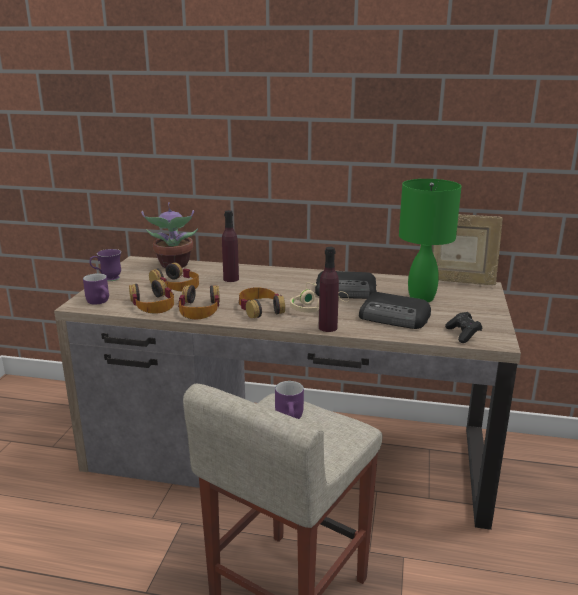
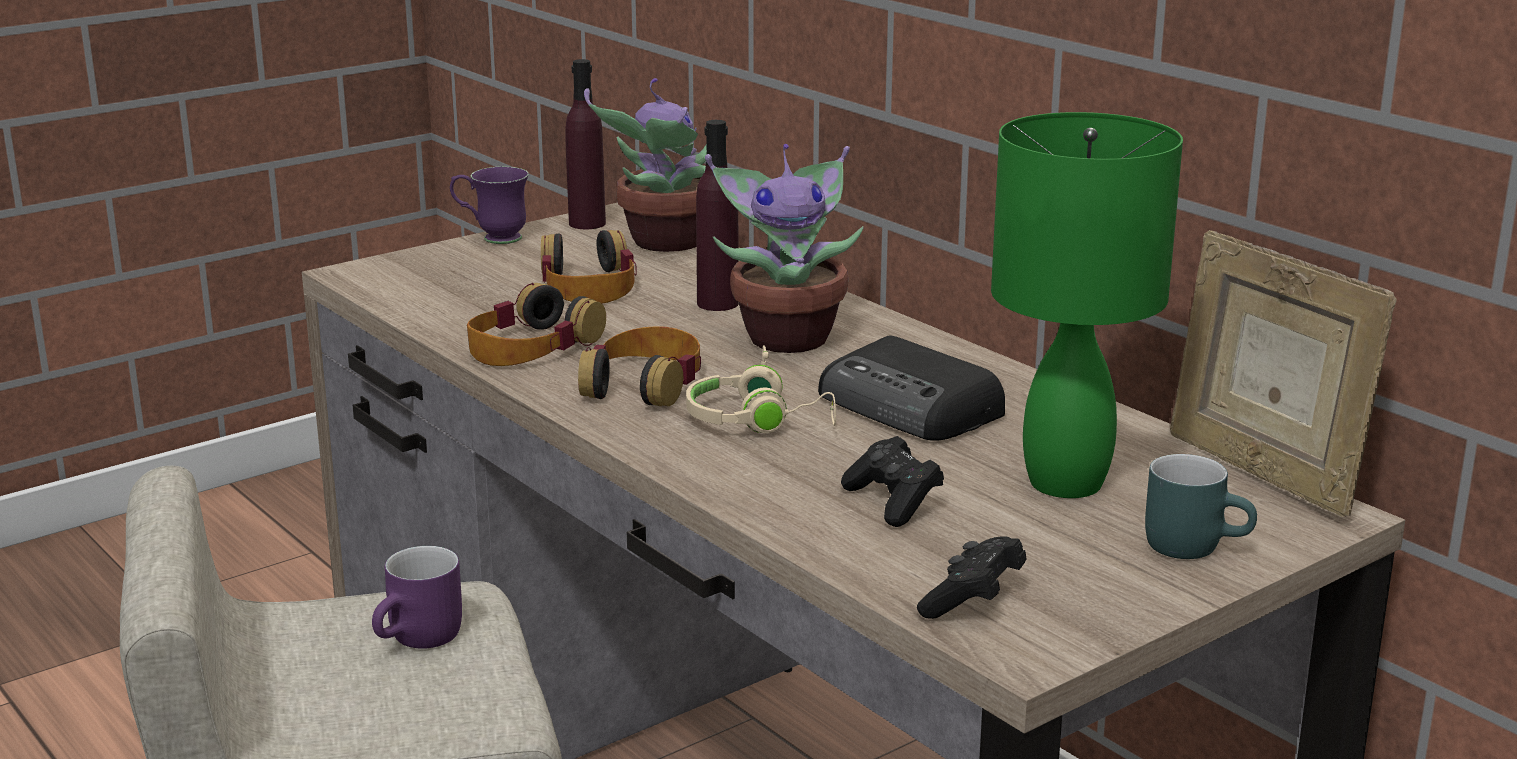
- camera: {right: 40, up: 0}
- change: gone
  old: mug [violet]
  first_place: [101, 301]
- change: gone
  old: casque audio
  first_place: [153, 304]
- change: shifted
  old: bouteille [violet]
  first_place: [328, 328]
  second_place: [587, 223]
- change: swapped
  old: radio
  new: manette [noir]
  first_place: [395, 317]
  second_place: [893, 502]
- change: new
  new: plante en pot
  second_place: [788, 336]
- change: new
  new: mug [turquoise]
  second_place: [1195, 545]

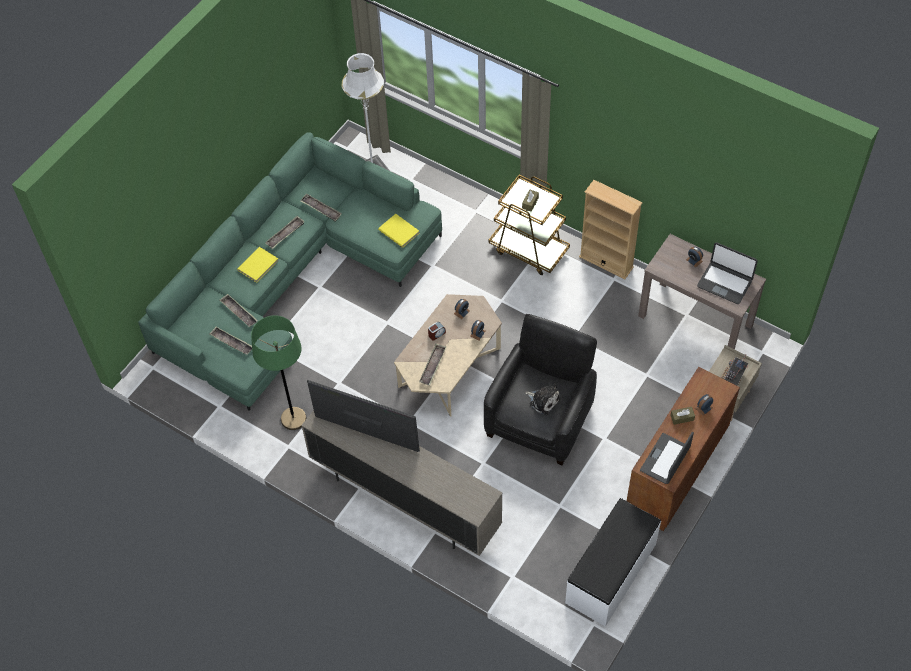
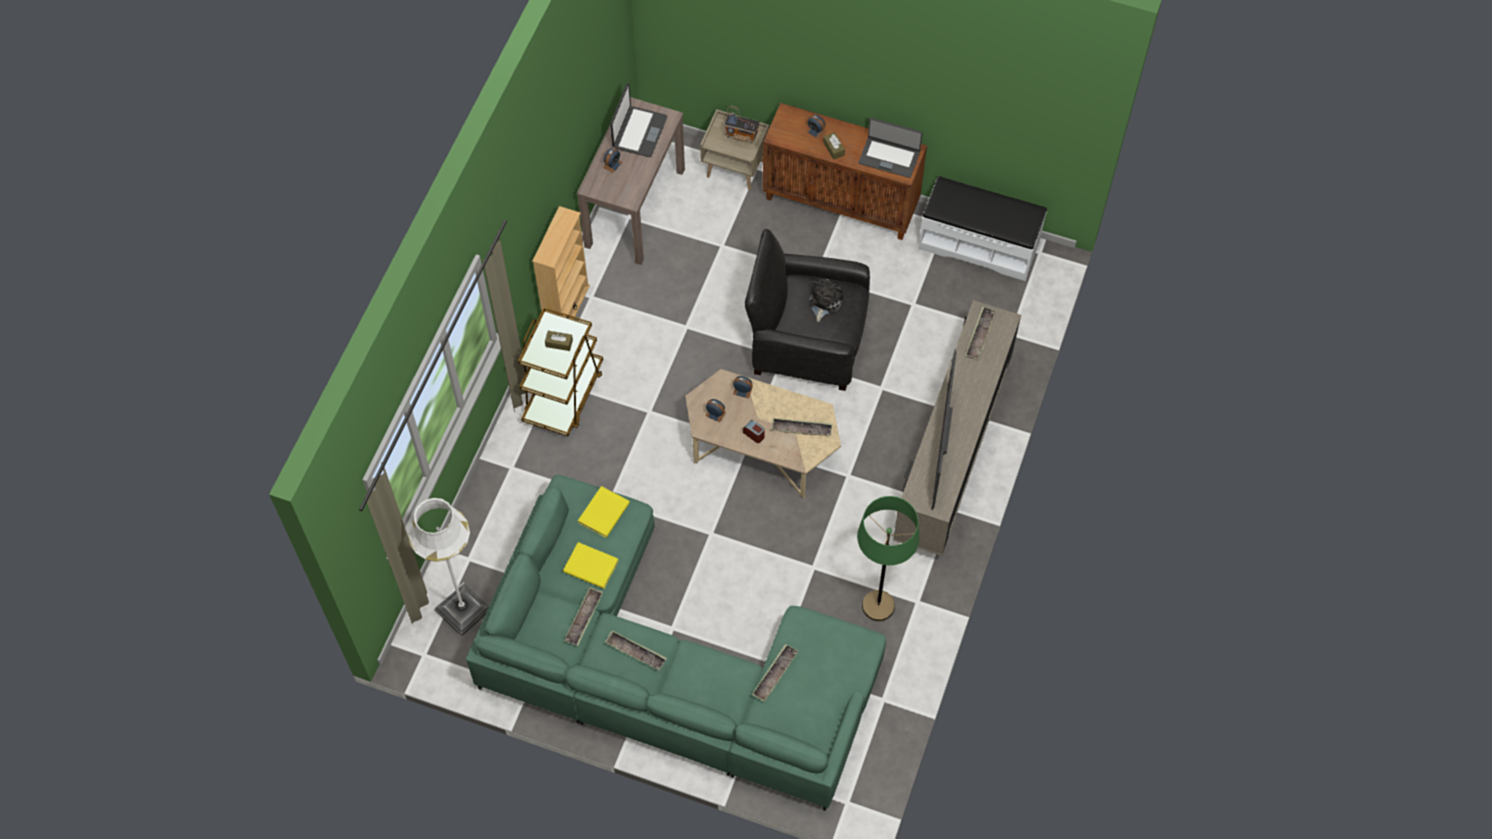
- camera: {right: -105, up: 5}
- change: shifted
  old: plateau
  first_place: [231, 342]
  second_place: [980, 335]
- change: shifted
  old: livre [jaune]
  first_place: [258, 266]
  second_place: [591, 565]

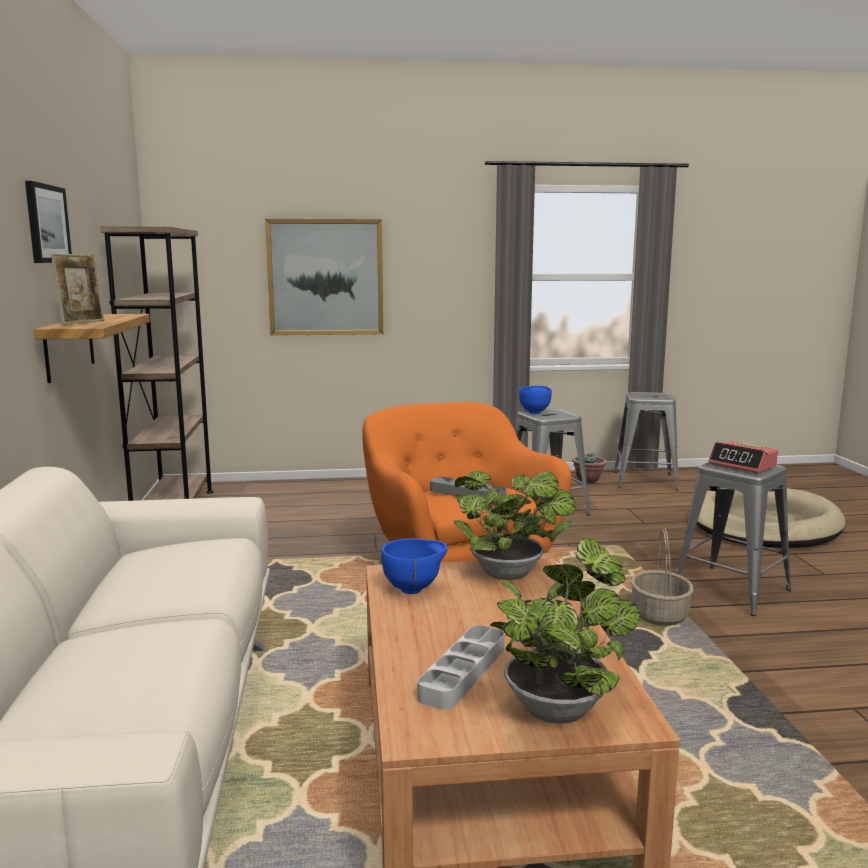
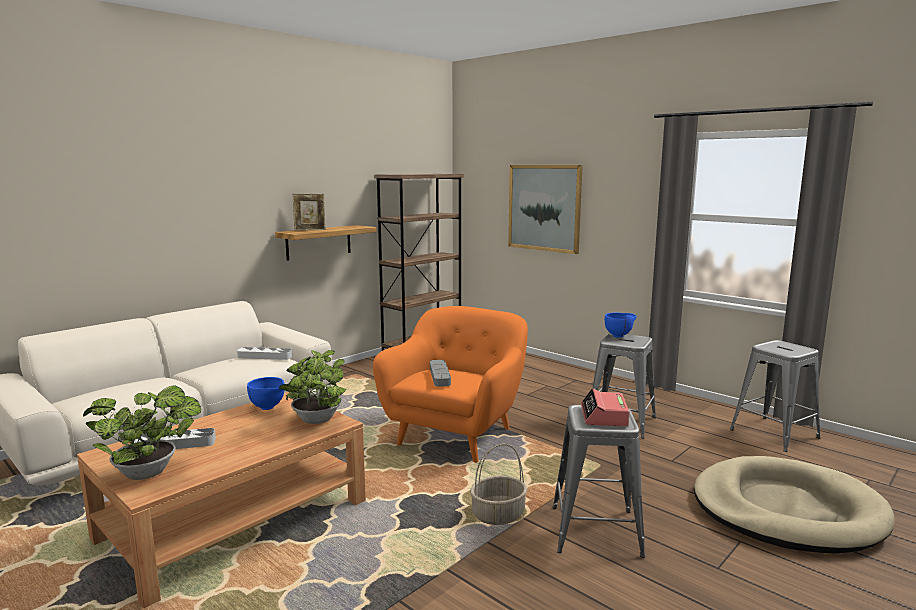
- camera: {right: 50, up: 0}
- change: gone
  old: tableau
  first_place: [47, 224]
- change: gone
  old: plante en pot
  first_place: [588, 480]
- change: new
  new: plateau [gris]
  second_place: [265, 356]

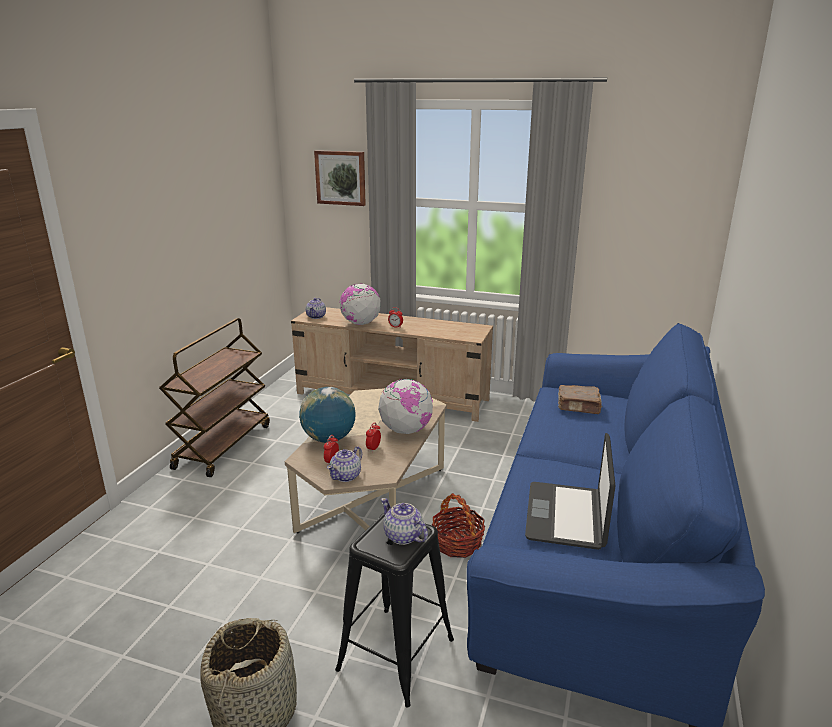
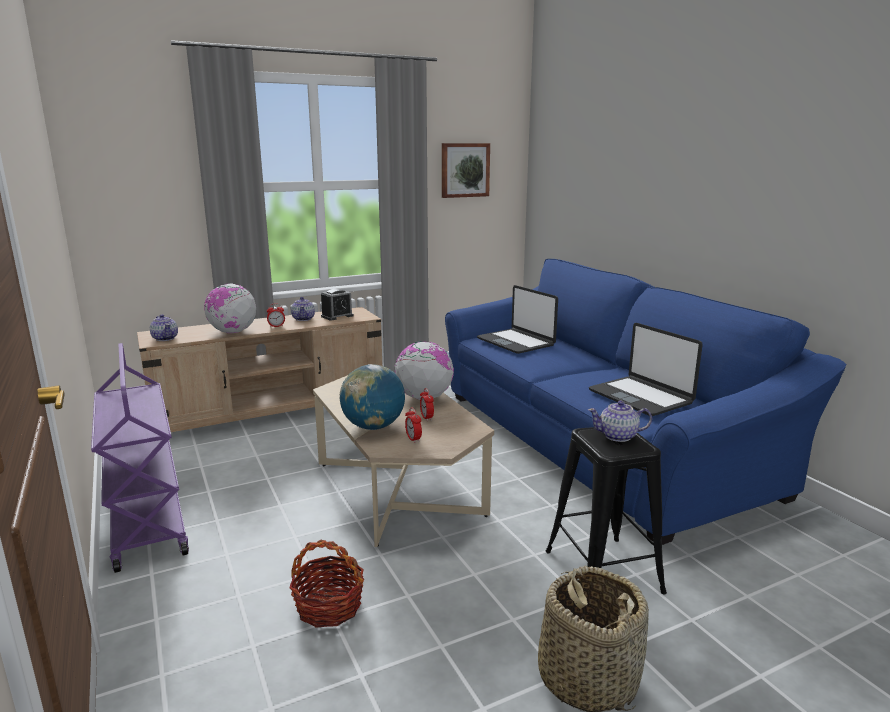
- camera: {right: -45, up: -5}
- change: repainted
  old: chariot [marron]
  new: chariot [violet]
  first_place: [223, 446]
  second_place: [146, 522]
- change: shifted
  old: tableau
  first_place: [341, 177]
  second_place: [464, 170]
- change: shifted
  old: théière
  first_place: [346, 476]
  second_place: [303, 319]
- change: shifted
  old: panier
  first_place: [457, 543]
  second_place: [328, 606]
- change: swapped
  old: livre [marron]
  new: ordinateur portable
  first_place: [579, 407]
  second_place: [516, 342]
- change: new
  new: réveil
  second_place: [337, 316]

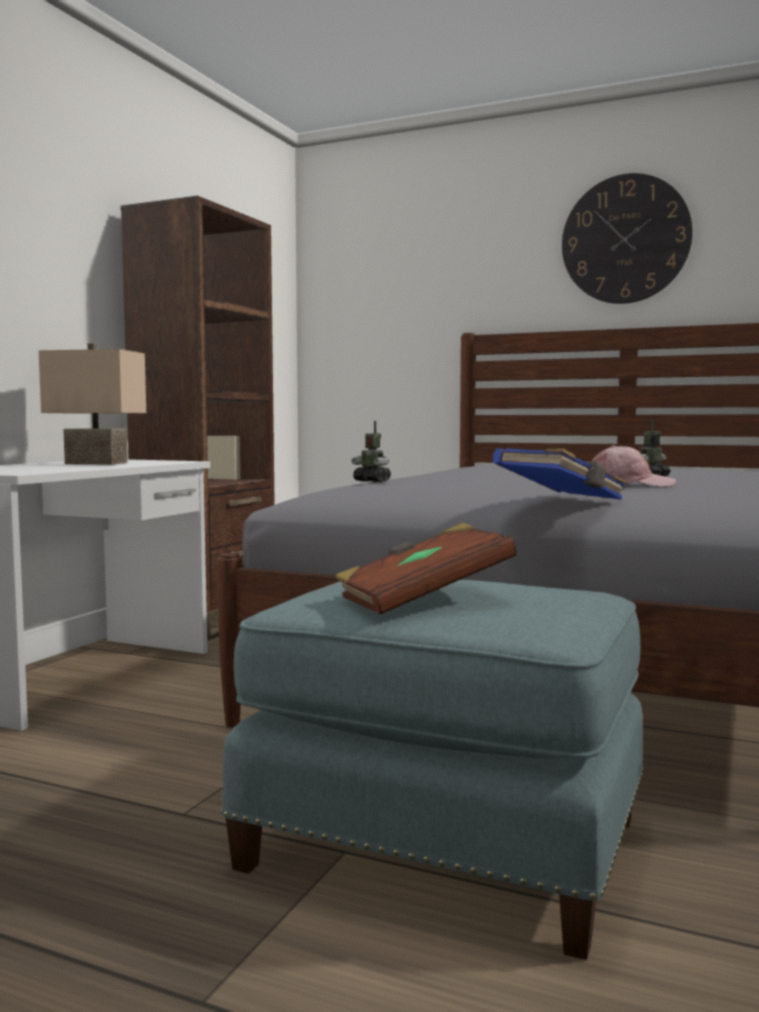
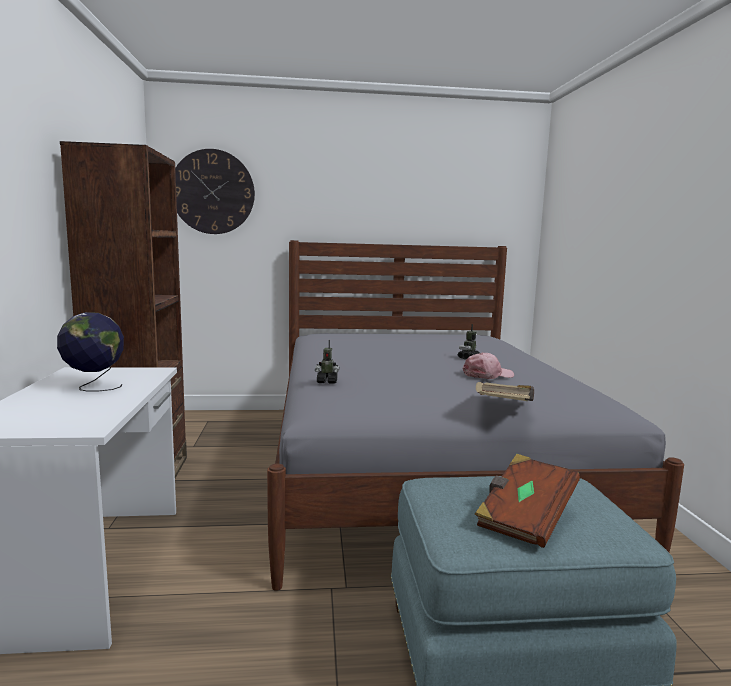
- camera: {right: -30, up: 5}
- change: swapped
  old: lampe de table [beige]
  new: globe
  first_place: [94, 463]
  second_place: [94, 387]
- change: repainted
  old: livre [bleu]
  new: livre [beige]
  first_place: [562, 500]
  second_place: [504, 407]
- change: shifted
  old: horloge murale
  first_place: [625, 239]
  second_place: [212, 192]

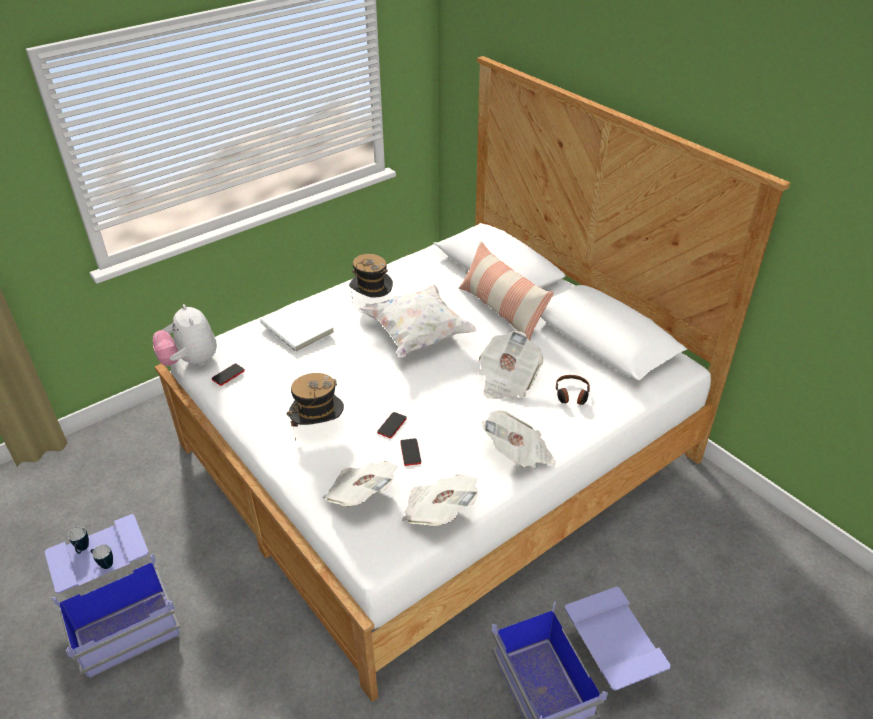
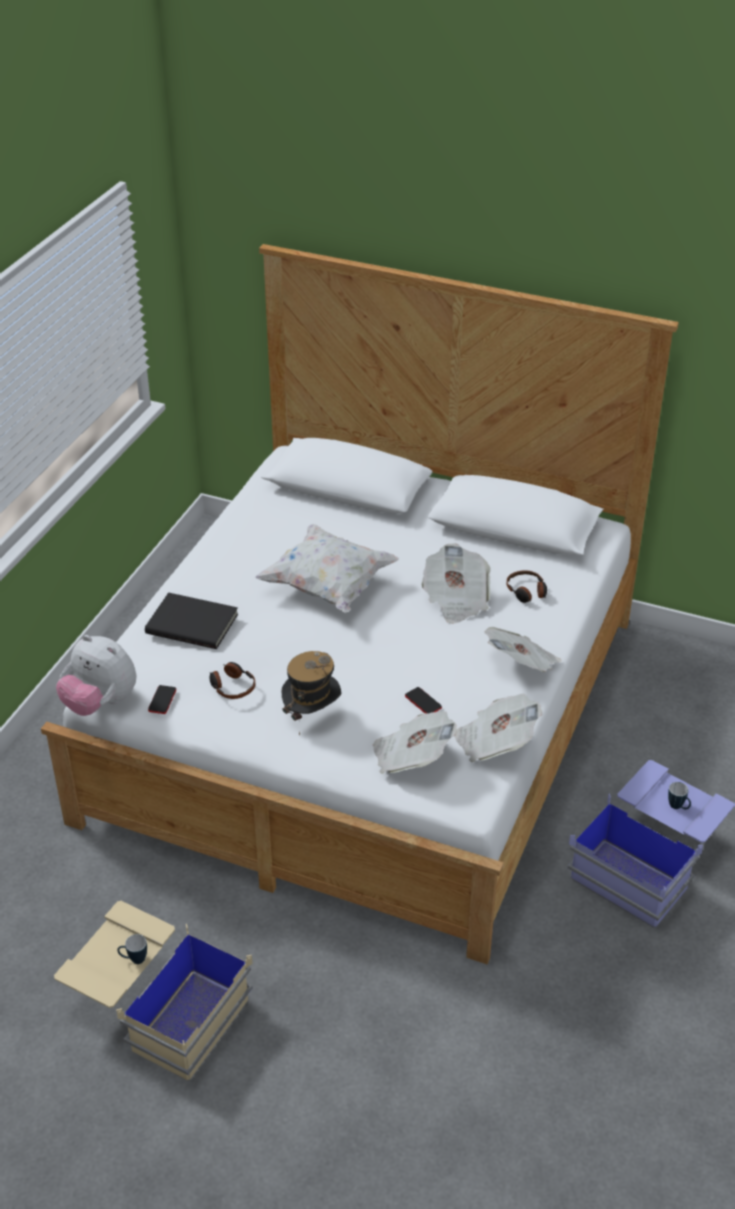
- camera: {right: -30, up: 0}
- change: repainted
  old: boîte de rangement [bleu]
  new: boîte de rangement [beige]
  first_place: [120, 609]
  second_place: [157, 1009]
- change: shifted
  old: mug
  first_place: [82, 549]
  second_place: [678, 807]
- change: repainted
  old: livre [blanc]
  new: livre [noir]
  first_place: [298, 328]
  second_place: [192, 623]
- change: gone
  old: chapeau
  first_place: [372, 303]
- change: gone
  old: téléphone
  first_place: [392, 425]
- change: gone
  old: coussin
  first_place: [501, 310]
- change: new
  new: casque audio
  second_place: [232, 686]

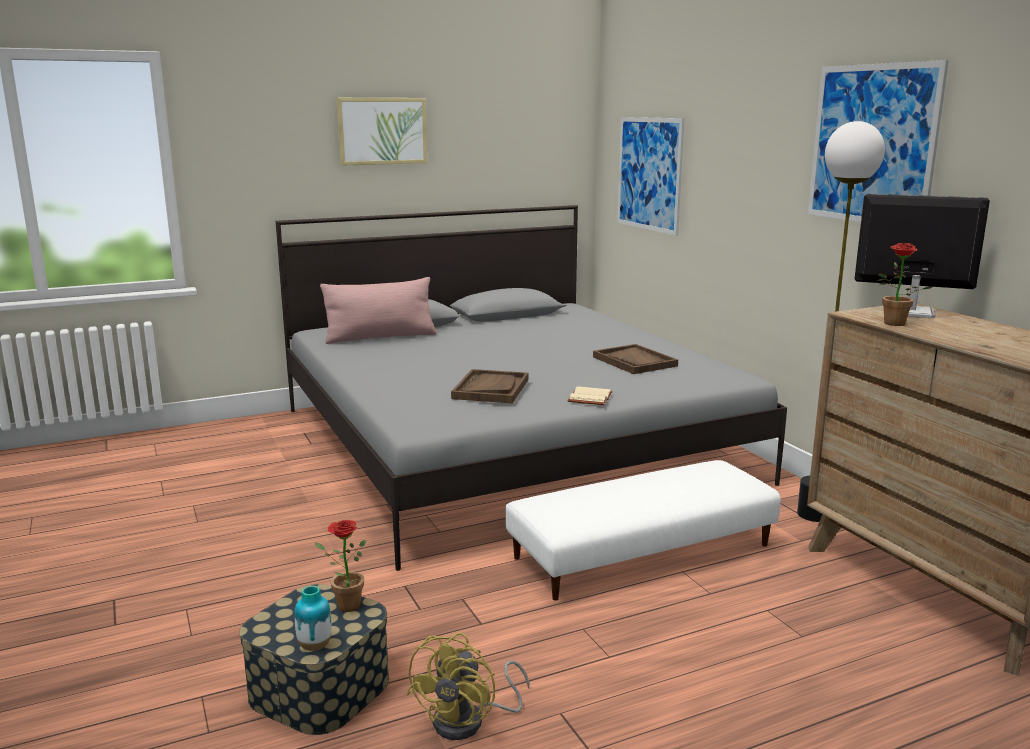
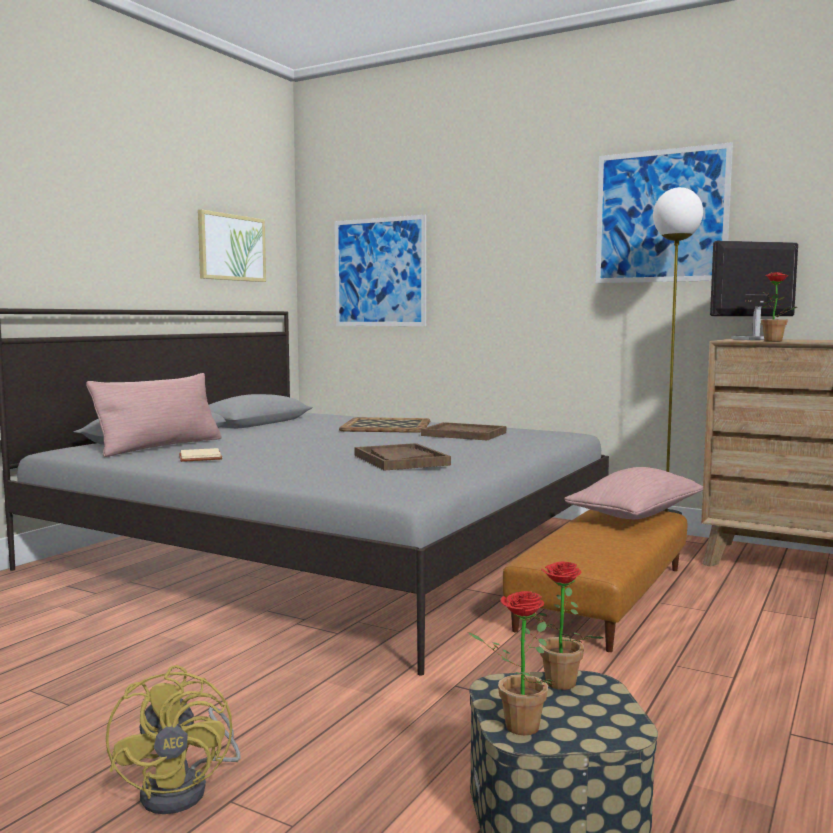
- camera: {right: -35, up: -10}
- change: gone
  old: vase
  first_place: [315, 646]
- change: shifted
  old: tableau
  first_place: [382, 131]
  second_place: [231, 247]
- change: shifted
  old: ventilateur [jaune]
  first_place: [469, 721]
  second_place: [186, 789]
- change: repainted
  old: pouf [blanc]
  new: pouf [marron]
  first_place: [641, 551]
  second_place: [602, 597]
- change: shifted
  old: livre [beige]
  first_place: [589, 397]
  second_place: [198, 458]
- change: new
  new: plateau
  second_place: [387, 426]
- change: new
  new: plante en pot
  second_place: [514, 727]
- change: new
  new: coussin [rose]
  second_place: [635, 515]

